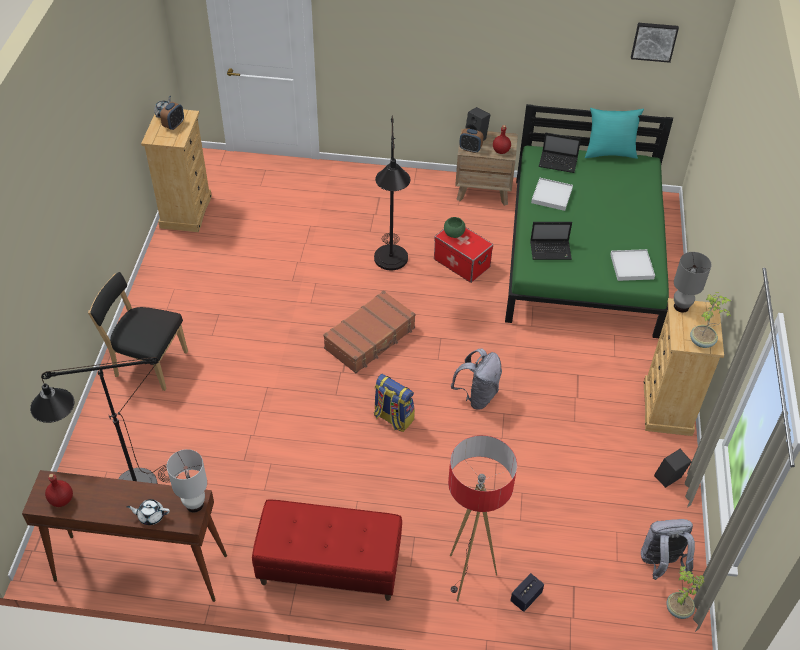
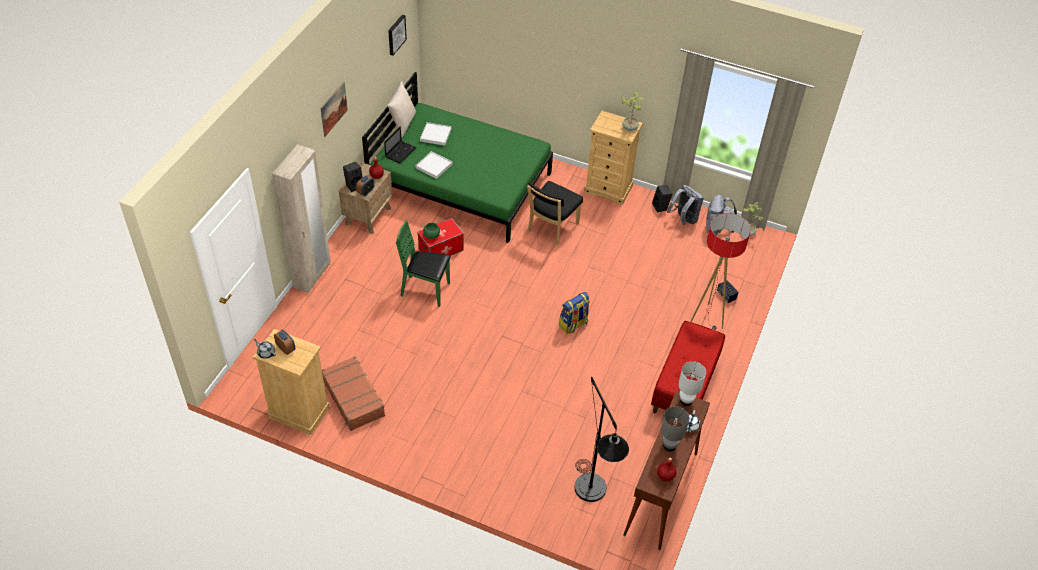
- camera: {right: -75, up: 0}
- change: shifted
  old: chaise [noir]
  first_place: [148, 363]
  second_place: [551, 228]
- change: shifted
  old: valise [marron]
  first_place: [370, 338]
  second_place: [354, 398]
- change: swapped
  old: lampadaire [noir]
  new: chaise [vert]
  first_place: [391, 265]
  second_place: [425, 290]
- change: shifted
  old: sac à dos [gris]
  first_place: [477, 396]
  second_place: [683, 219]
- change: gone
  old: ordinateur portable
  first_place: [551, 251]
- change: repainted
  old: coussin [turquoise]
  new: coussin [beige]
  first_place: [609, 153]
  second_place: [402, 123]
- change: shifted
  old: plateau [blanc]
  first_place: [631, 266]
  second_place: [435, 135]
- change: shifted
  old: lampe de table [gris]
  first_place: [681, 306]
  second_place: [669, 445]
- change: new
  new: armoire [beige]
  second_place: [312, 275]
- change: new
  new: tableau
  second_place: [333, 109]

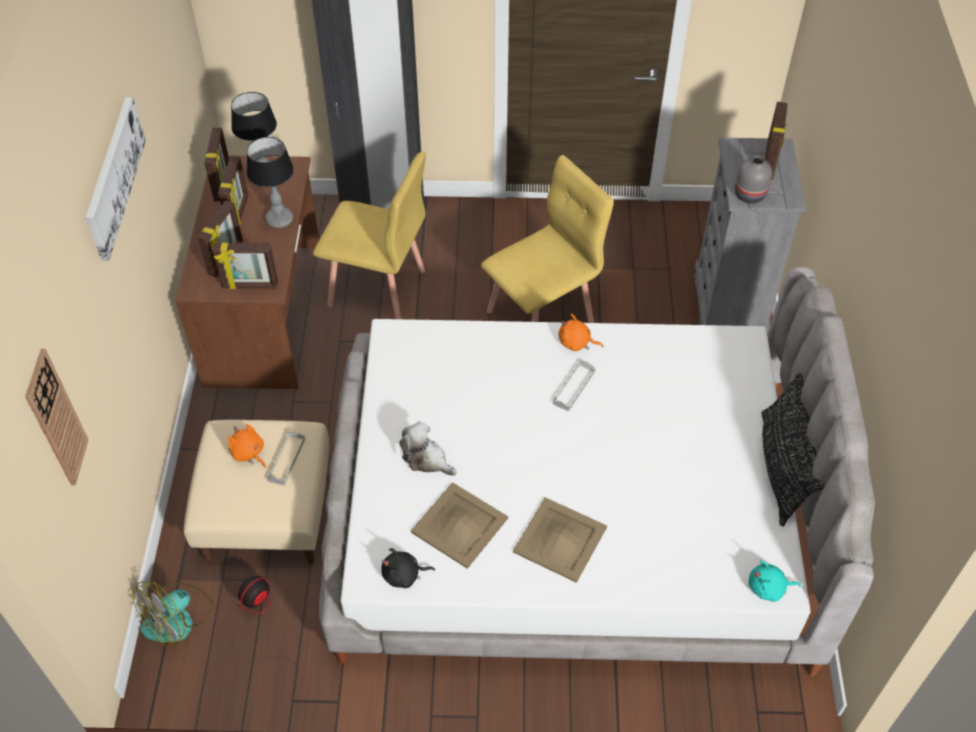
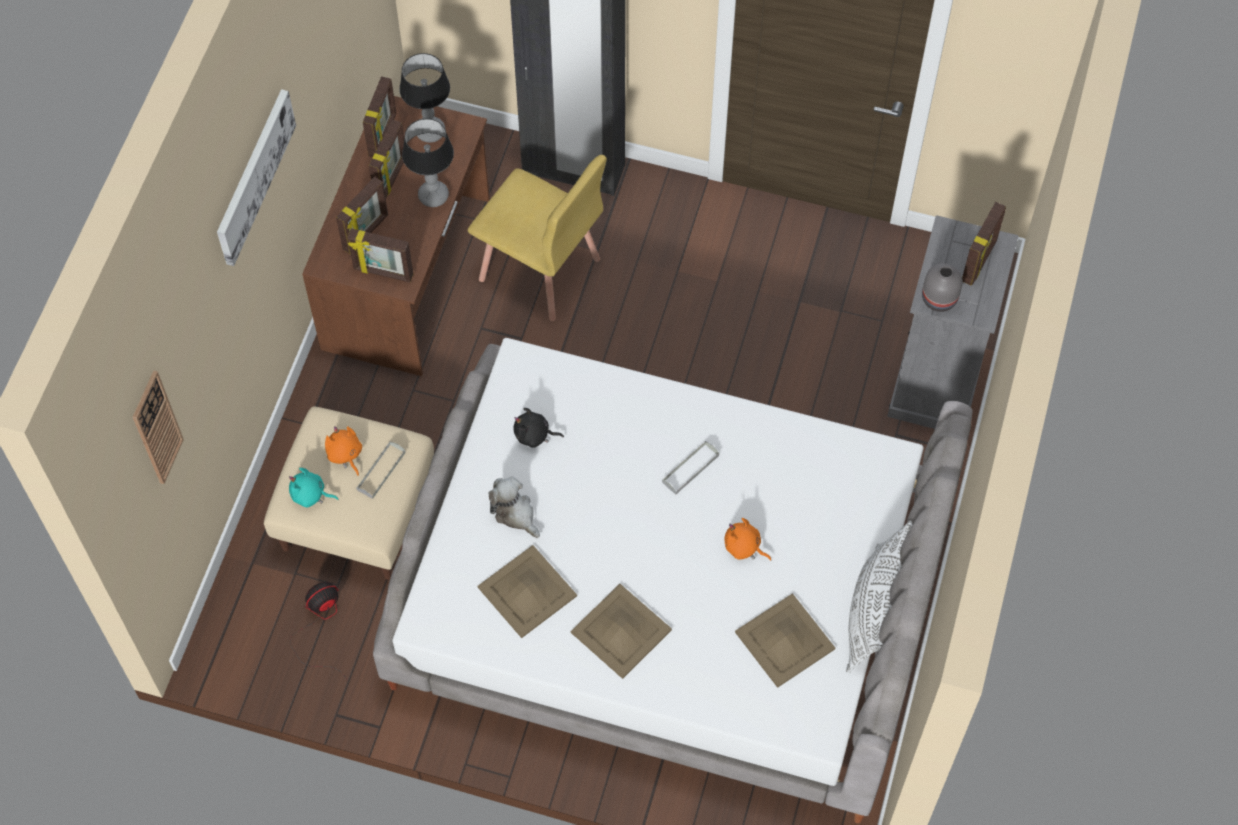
- camera: {right: 15, up: 10}
- change: gone
  old: ventilateur
  first_place: [178, 618]
- change: shifted
  old: peluche [noir]
  first_place: [404, 575]
  second_place: [534, 435]
- change: gone
  old: chaise [jaune]
  first_place: [541, 317]
- change: shifted
  old: peluche [orange]
  first_place: [576, 343]
  second_place: [744, 547]
- change: shifted
  old: peluche [turquoise]
  first_place: [768, 588]
  second_place: [310, 495]
- change: repainted
  old: coussin [noir]
  new: coussin [blanc]
  first_place: [781, 468]
  second_place: [873, 611]
- change: new
  new: plateau [beige]
  second_place: [785, 639]

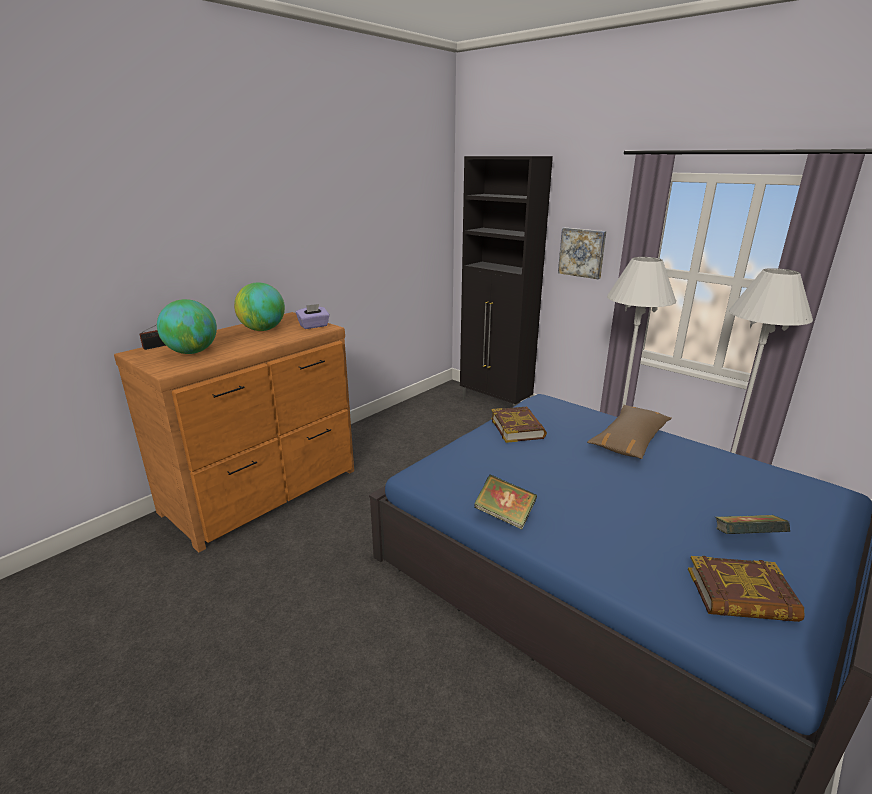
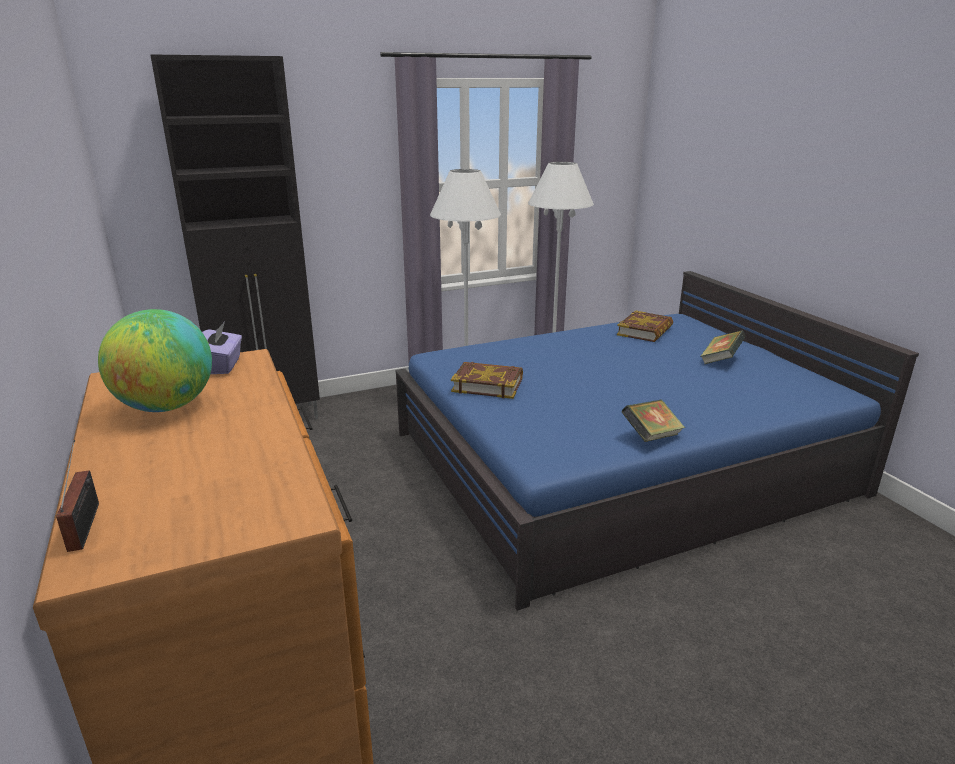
- camera: {right: -65, up: 0}
- change: gone
  old: globe
  first_place: [192, 352]
- change: gone
  old: tableau
  first_place: [582, 252]
- change: gone
  old: coussin [marron]
  first_place: [630, 440]
- change: shifted
  old: livre
  first_place: [741, 595]
  second_place: [645, 331]

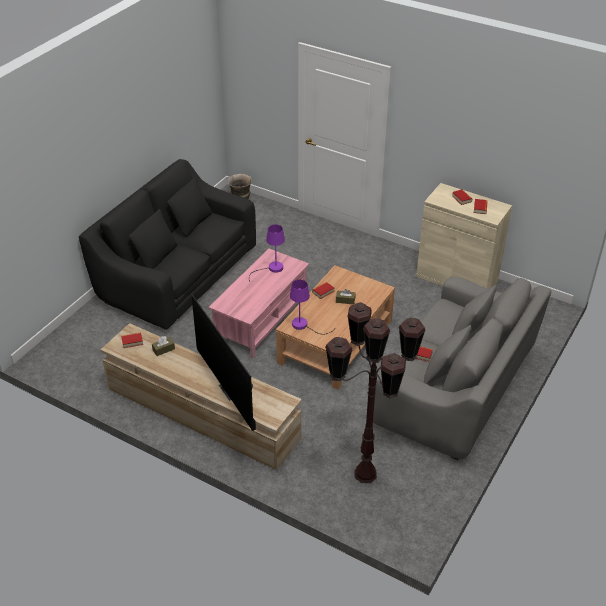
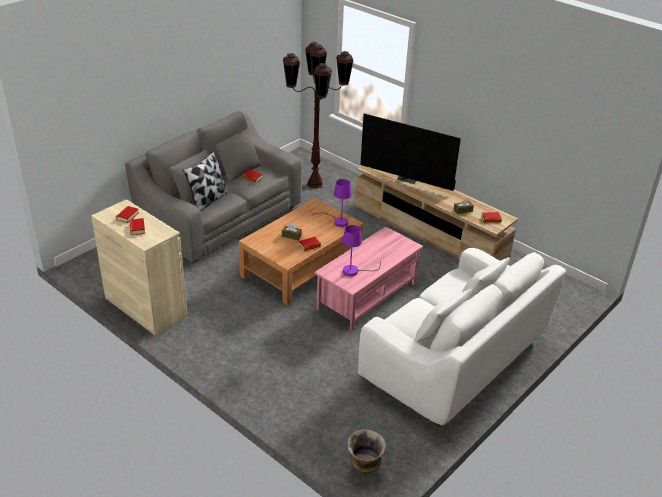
- camera: {right: -170, up: -5}
- change: repainted
  old: canapé [noir]
  new: canapé [blanc]
  first_place: [177, 275]
  second_place: [454, 359]
- change: rotated
  old: téléviseur
  first_place: [231, 390]
  second_place: [408, 179]
  degrees: 135
- change: new
  new: coussin
  second_place: [208, 200]

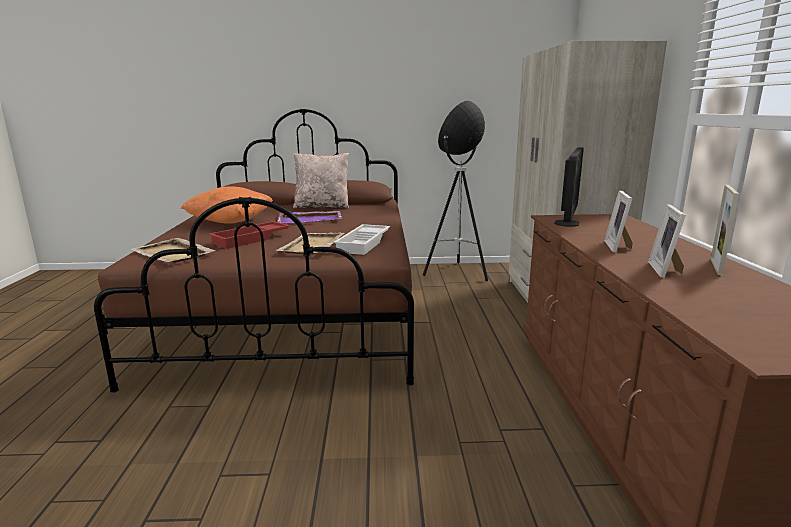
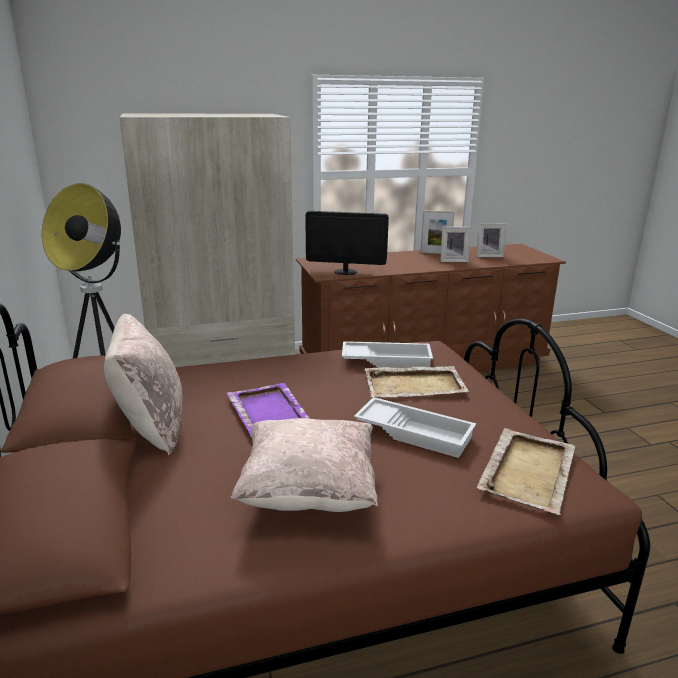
- camera: {right: -105, up: 5}
- change: repainted
  old: coussin [orange]
  new: coussin [beige]
  first_place: [231, 221]
  second_place: [309, 492]
- change: repainted
  old: plateau [rouge]
  new: plateau [blanc]
  first_place: [251, 239]
  second_place: [415, 432]
- change: shifted
  old: cadre photo
  first_place: [618, 247]
  second_place: [488, 255]

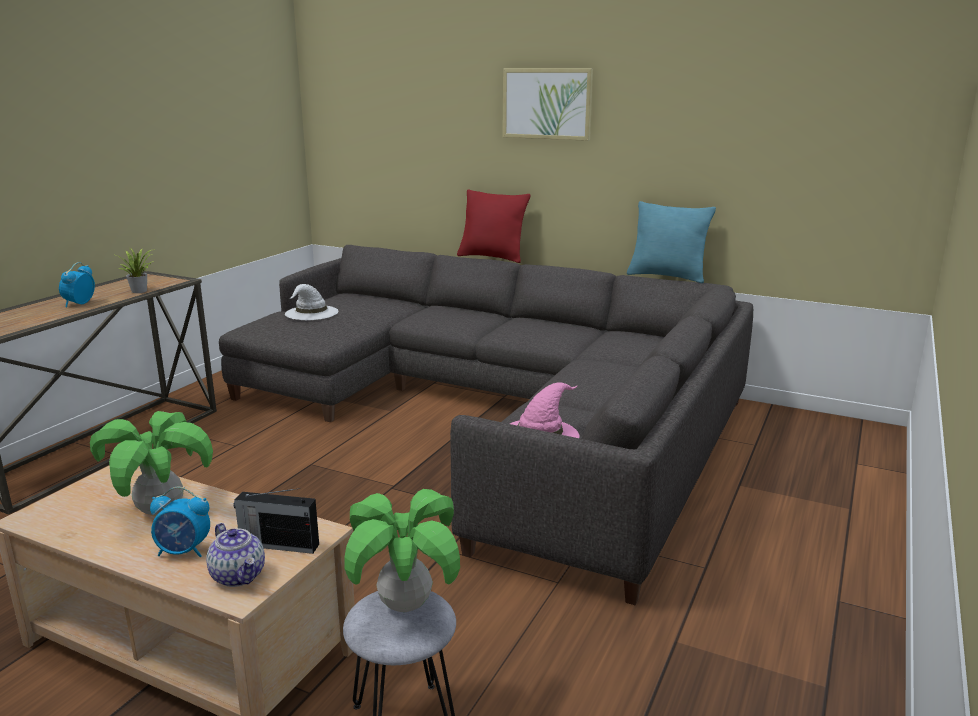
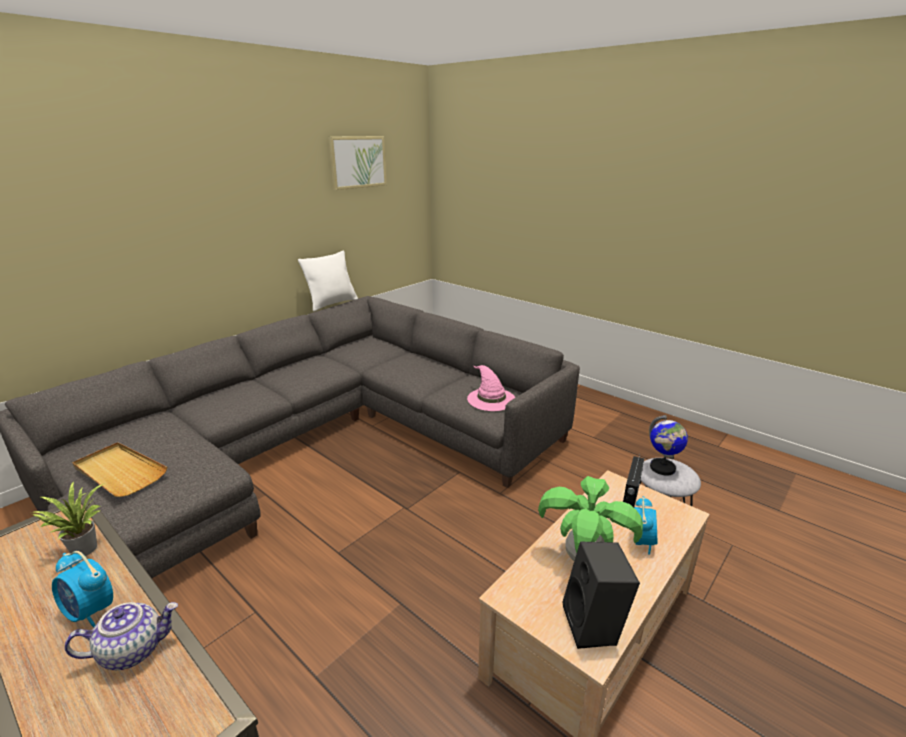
- camera: {right: -75, up: 5}
- change: shifted
  old: théière
  first_place: [239, 576]
  second_place: [133, 649]
- change: swapped
  old: chapeau [blanc]
  new: plateau [beige]
  first_place: [311, 313]
  second_place: [119, 472]
- change: swapped
  old: plante en pot
  new: globe
  first_place: [405, 605]
  second_place: [662, 468]
- change: gone
  old: coussin [rouge]
  first_place: [492, 257]
- change: shifted
  old: tableau
  first_place: [547, 104]
  second_place: [358, 162]
- change: repainted
  old: coussin [turquoise]
  new: coussin [blanc]
  first_place: [667, 276]
  second_place: [332, 303]
- change: new
  new: enceinte [noir]
  second_place: [595, 626]

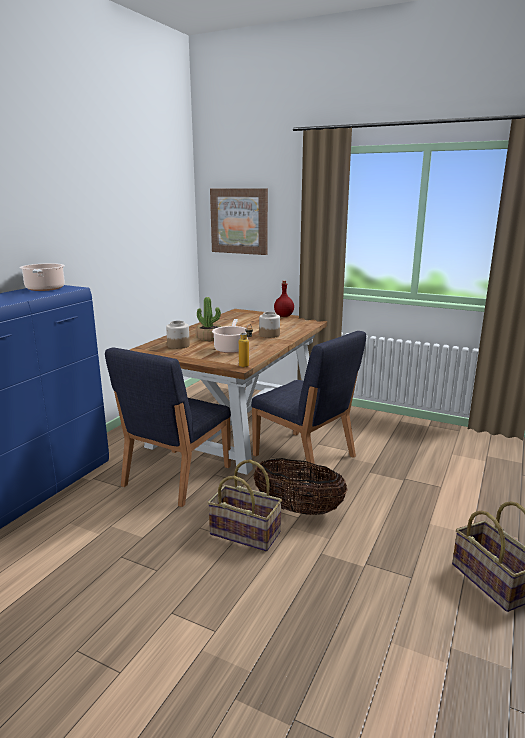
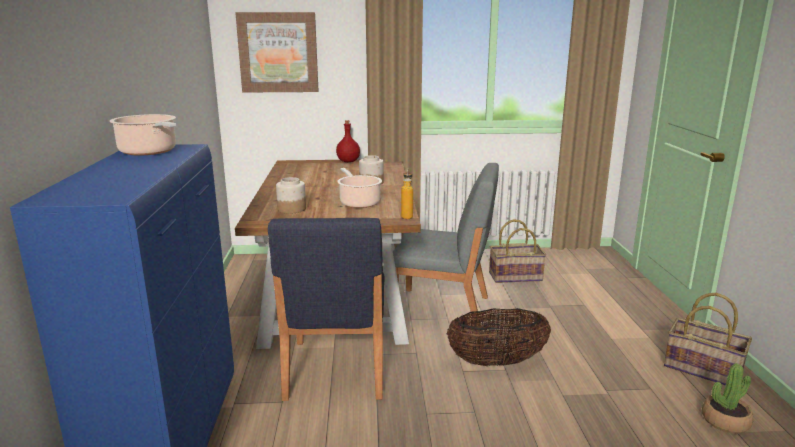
- camera: {right: -30, up: 0}
- change: shifted
  old: plante en pot
  first_place: [209, 338]
  second_place: [725, 421]
- change: shifted
  old: panier
  first_place: [246, 532]
  second_place: [515, 276]
- change: repainted
  old: chaise [bleu]
  new: chaise [gris]
  first_place: [305, 456]
  second_place: [443, 310]

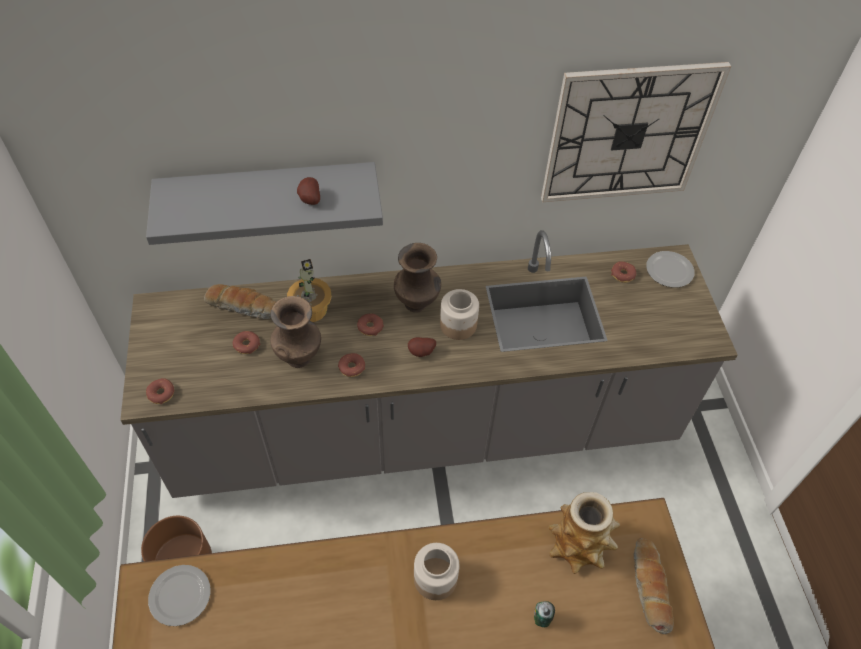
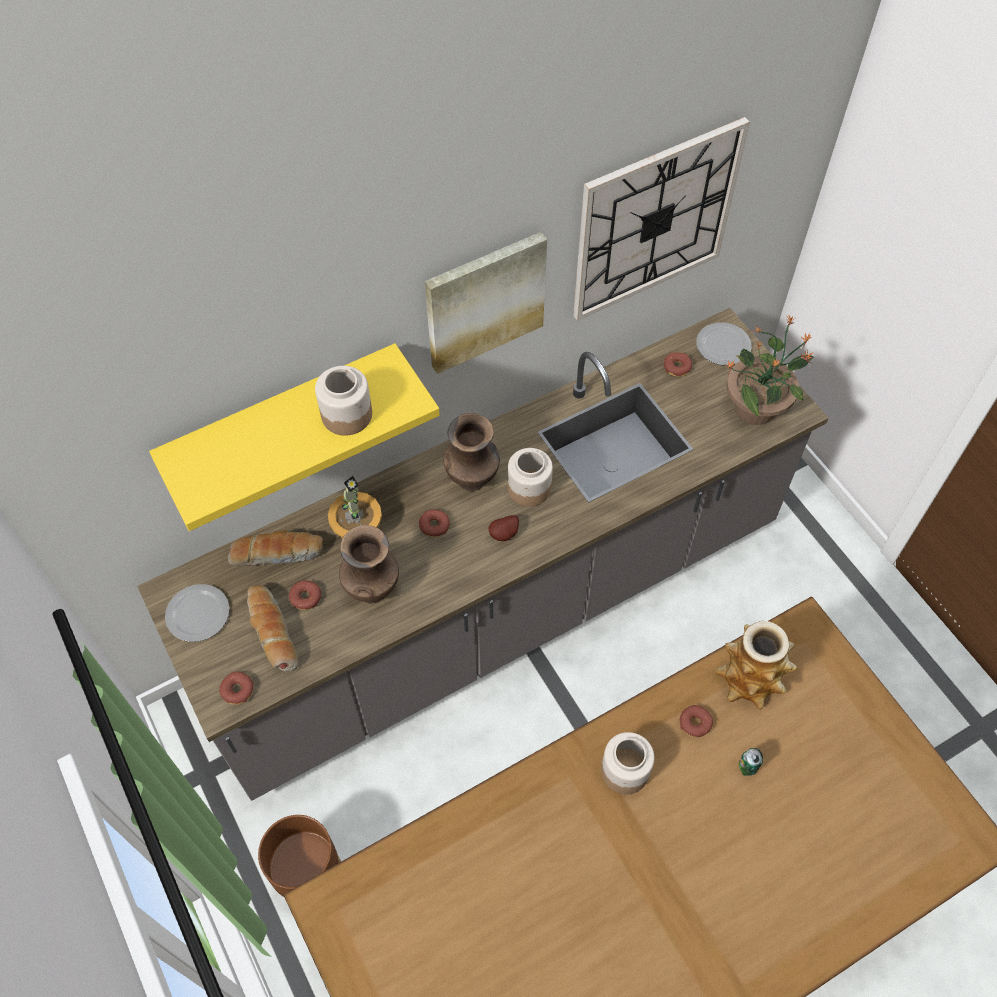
- camera: {right: -20, up: 5}
- change: repainted
  old: étagère [gris]
  new: étagère [jaune]
  first_place: [269, 193]
  second_place: [282, 418]
- change: shifted
  old: assiette
  first_place: [179, 597]
  second_place: [198, 615]
- change: swapped
  old: pomme de terre
  new: bocal
  first_place: [309, 199]
  second_place: [347, 414]
- change: shifted
  old: beignet
  first_place: [352, 367]
  second_place: [695, 723]
- change: shifted
  old: pain
  first_place: [648, 588]
  second_place: [272, 632]
- change: new
  new: tableau
  second_place: [484, 301]
- change: new
  new: plante en pot
  second_place: [757, 408]

